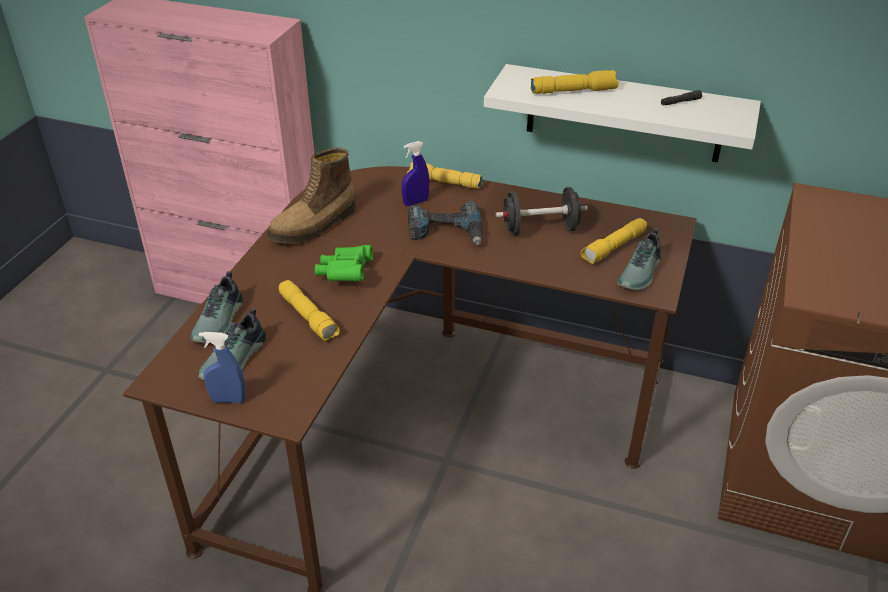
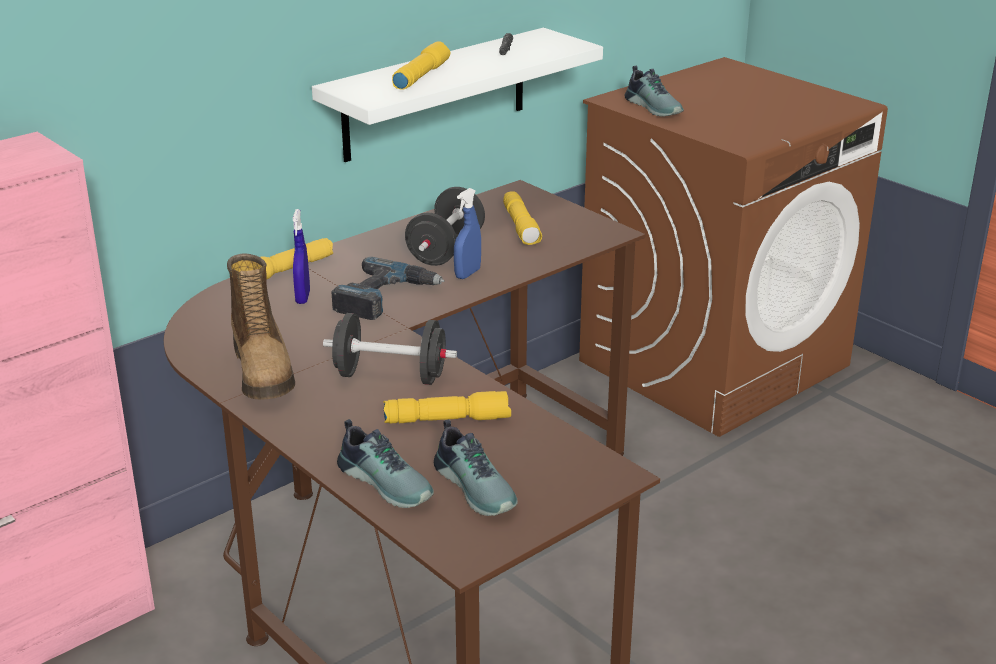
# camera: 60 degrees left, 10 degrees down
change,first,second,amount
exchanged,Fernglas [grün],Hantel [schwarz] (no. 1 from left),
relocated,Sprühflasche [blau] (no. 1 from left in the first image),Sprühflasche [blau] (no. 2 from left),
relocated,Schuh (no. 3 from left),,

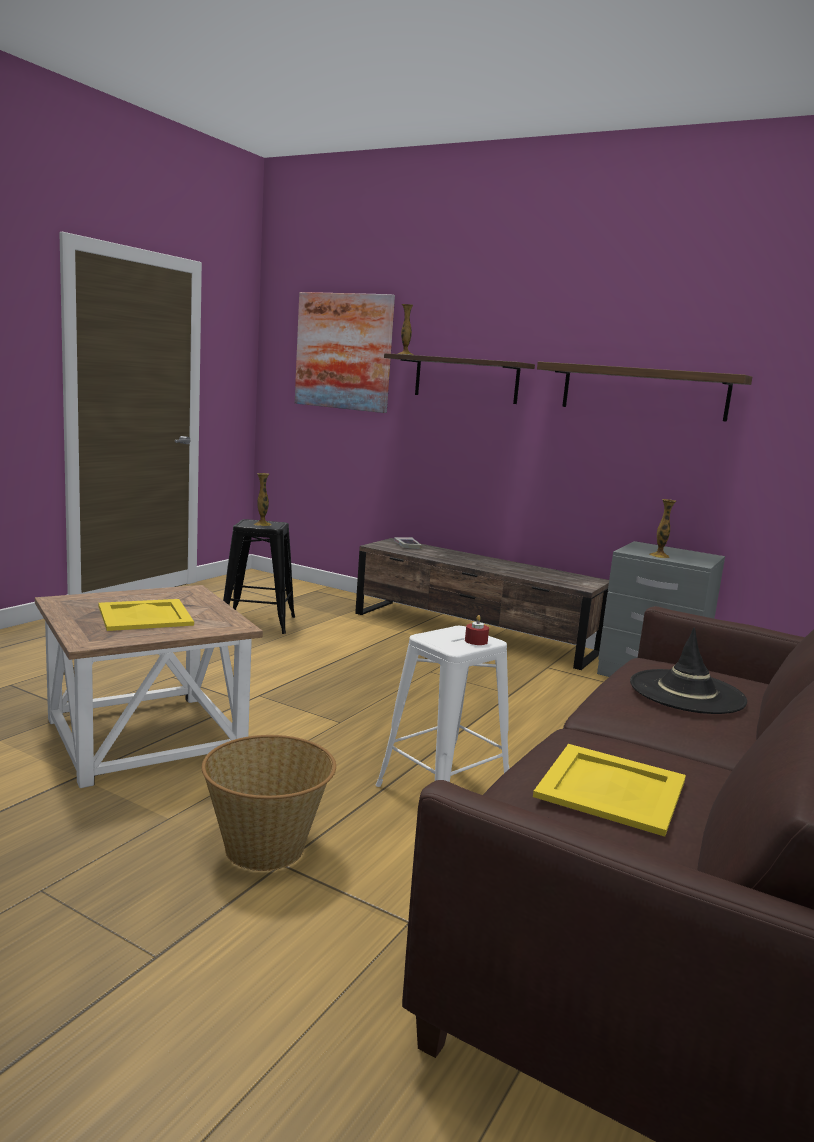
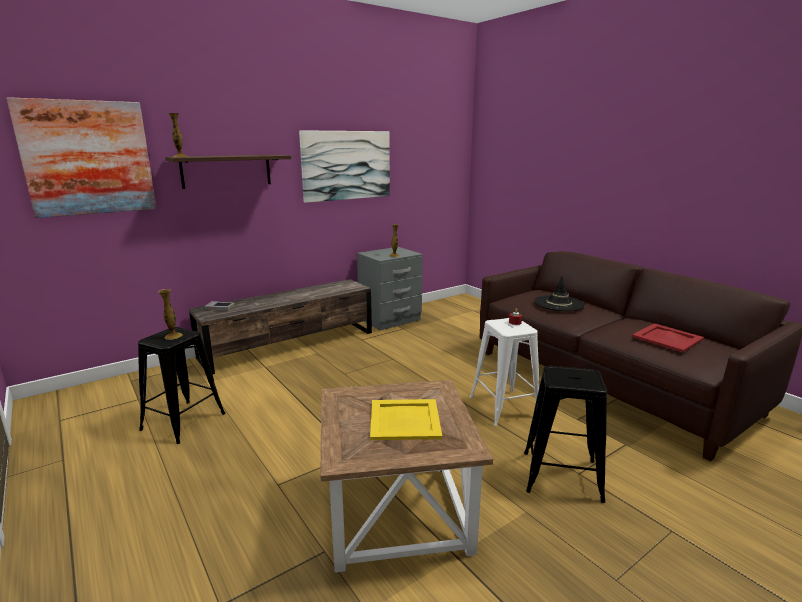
# camera: 65 degrees left, 5 degrees up
change,first,second,amount
exchanged,Wandregal (no. 2 from left),Bild (no. 2 from left),
exchanged,Korb,Hocker [schwarz] (no. 2 from left),
colour,Tablett [gelb] (no. 2 from left),Tablett [rot],

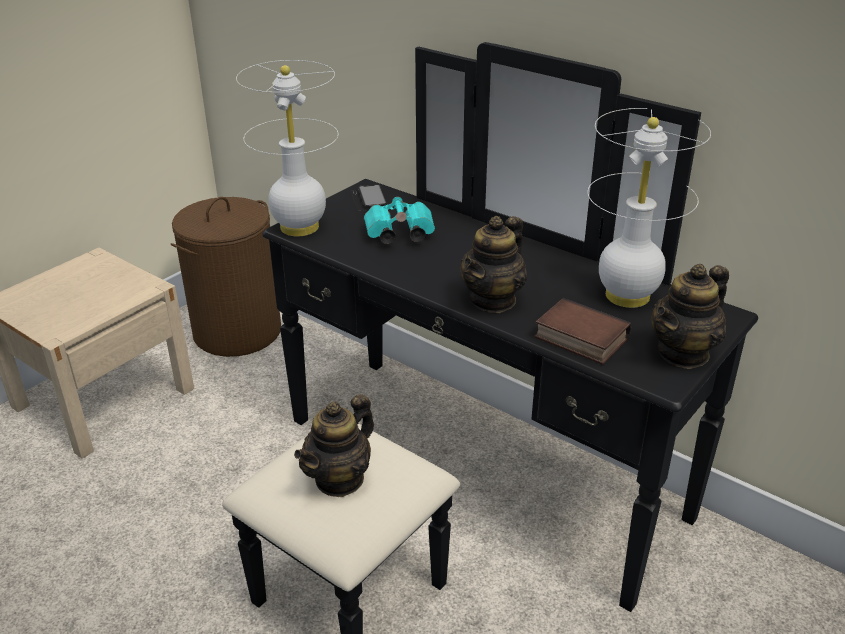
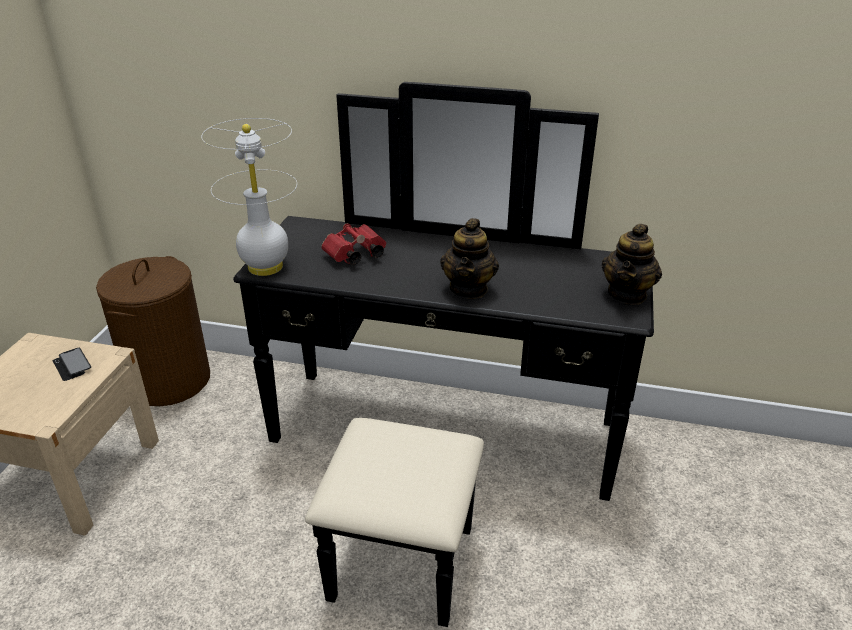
# camera: 25 degrees left, 0 degrees up
change,first,second,amount
relocated,Handy,,
colour,Fernglas [türkis],Fernglas [rot],
missing,Teekanne (no. 1 from left),,
missing,Buch,,
missing,Tischlampe [weiß] (no. 2 from left),,

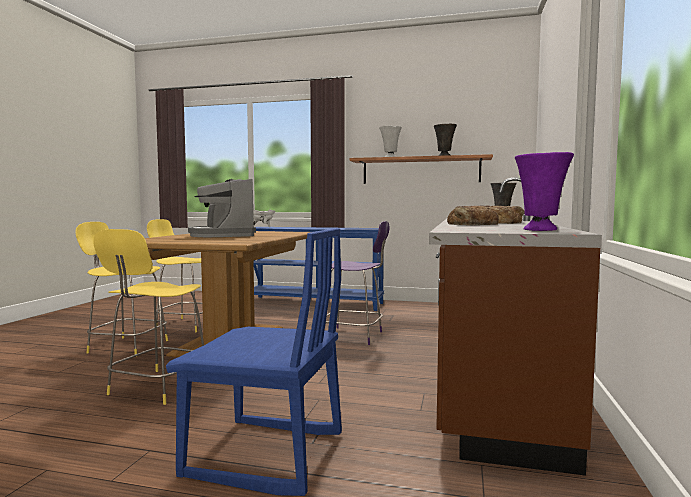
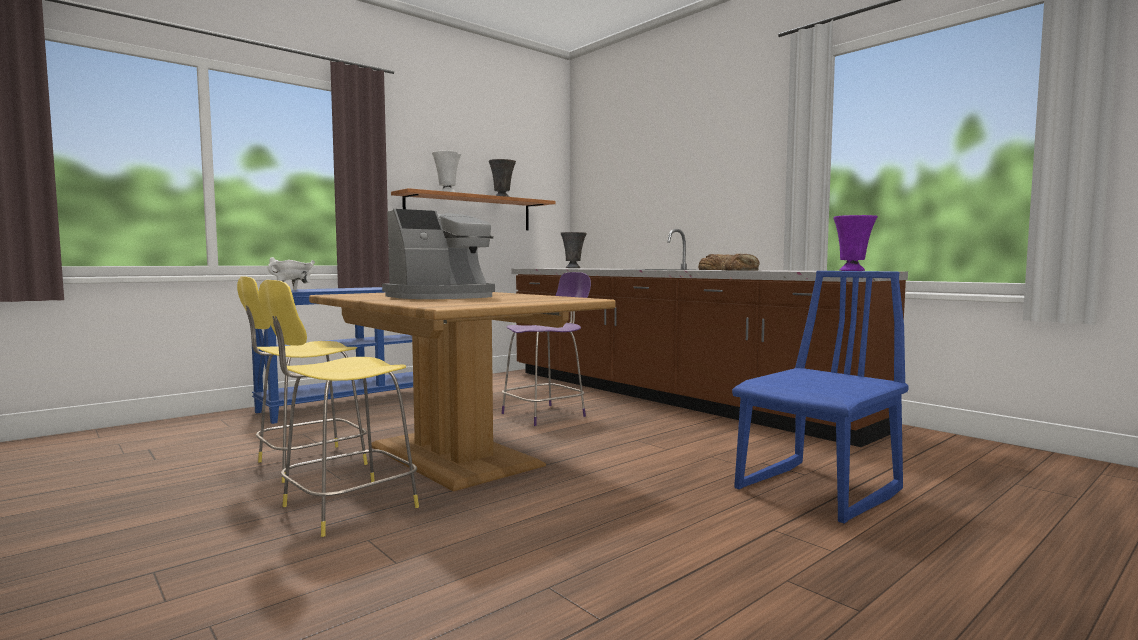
# camera: 55 degrees left, 0 degrees up
change,first,second,amount
spun,Kaffeemaschine,,45 degrees counterclockwise
missing,Hocker [gelb] (no. 2 from left),,

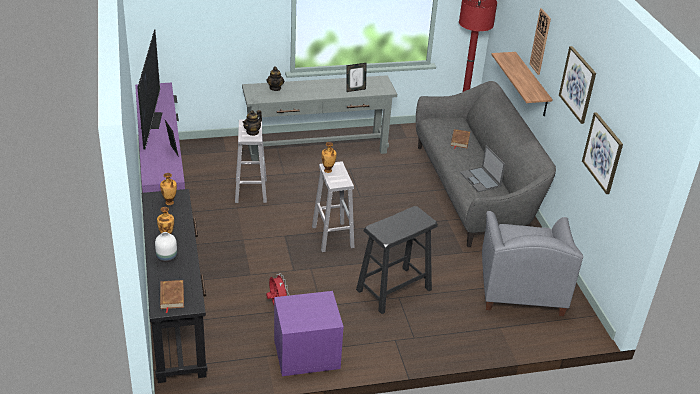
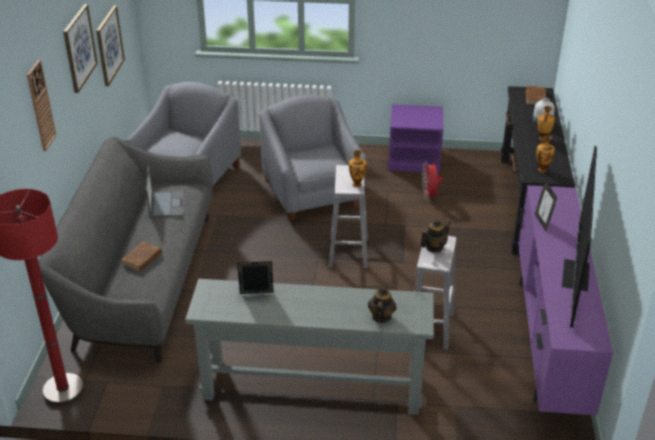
# camera: 160 degrees left, 0 degrees up
change,first,second,amount
exchanged,Hocker [schwarz],Sessel [grau] (no. 2 from left),
missing,Wandregal,,

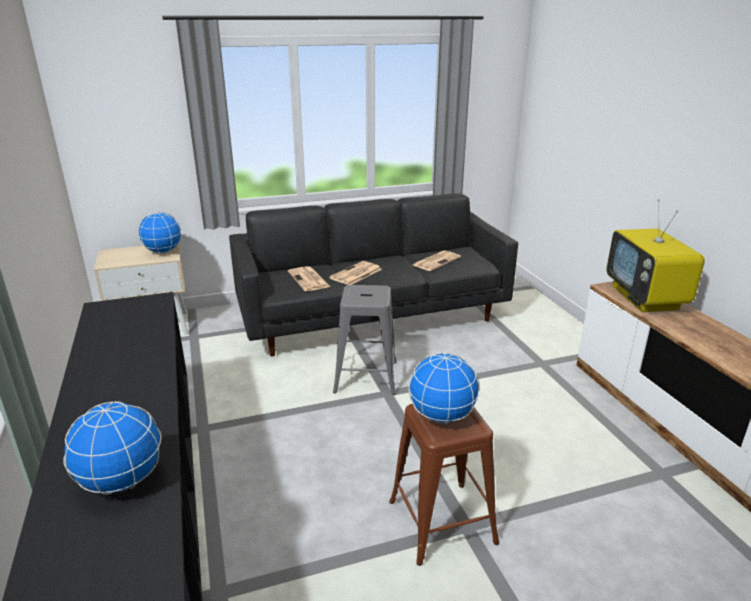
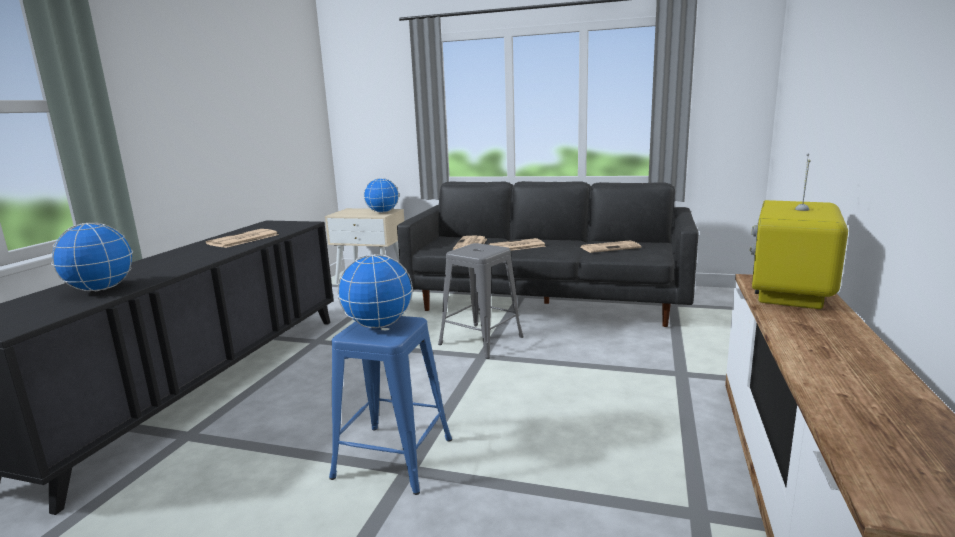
# camera: 35 degrees right, 10 degrees down
change,first,second,amount
appeared,,Zeitung (no. 1 from left),
colour,Hocker [braun],Hocker [blau],

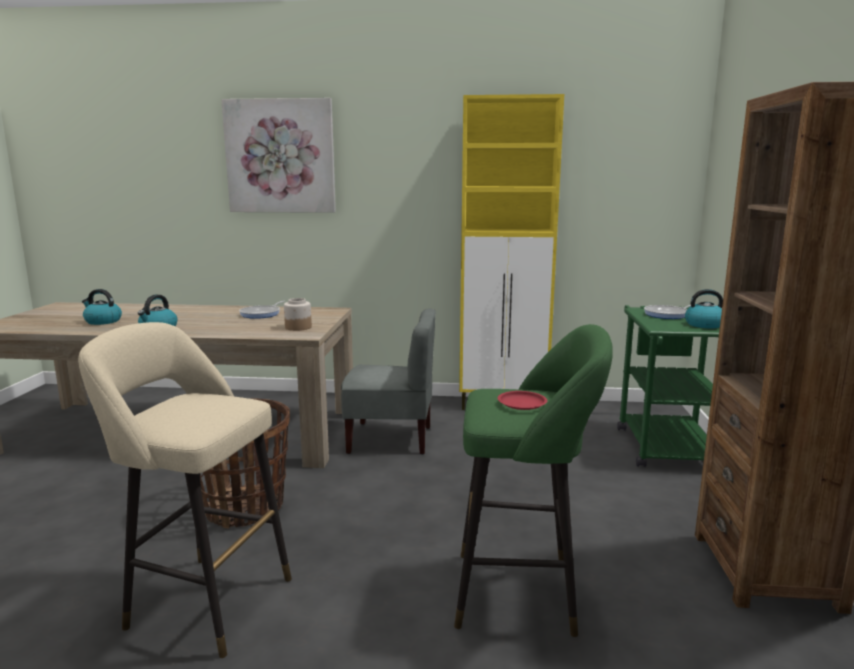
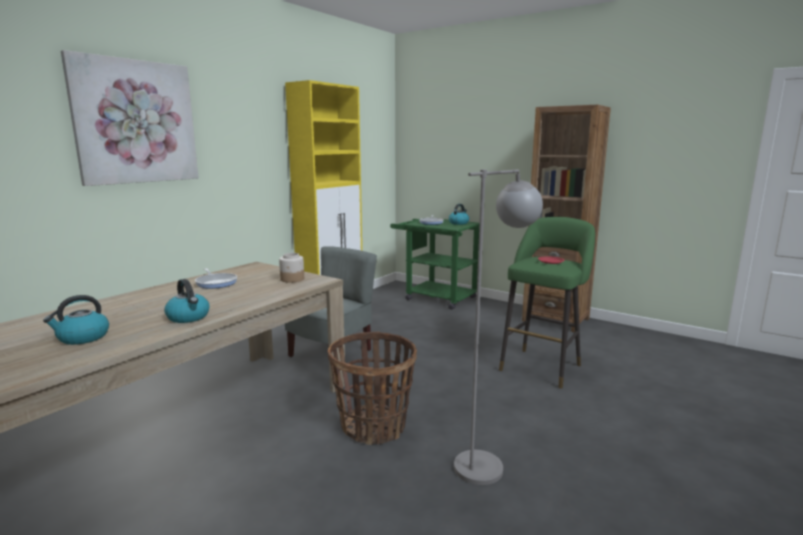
# camera: 60 degrees left, 0 degrees up
change,first,second,amount
exchanged,Hocker [beige],Stehlampe [grau],

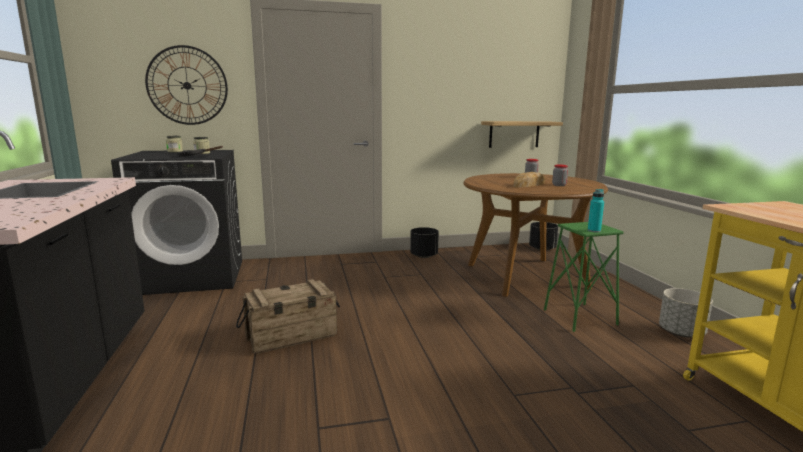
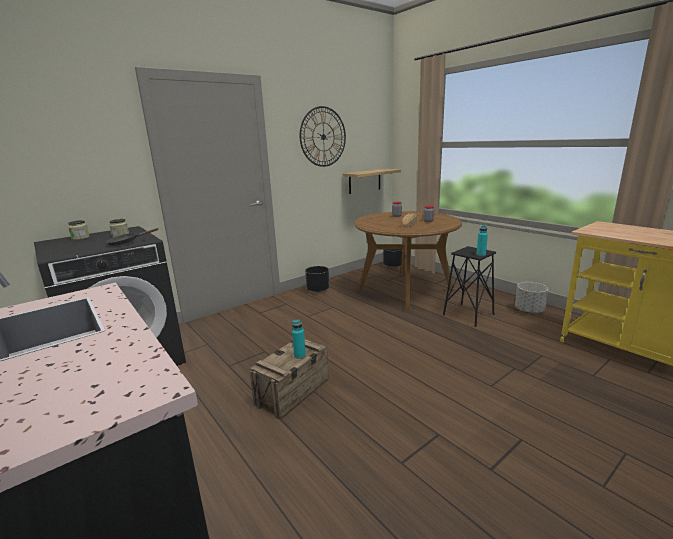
# camera: 25 degrees left, 5 degrees up
change,first,second,amount
appeared,,Flasche [türkis] (no. 1 from left),
relocated,Wanduhr,,
colour,Hocker [grün],Hocker [schwarz],

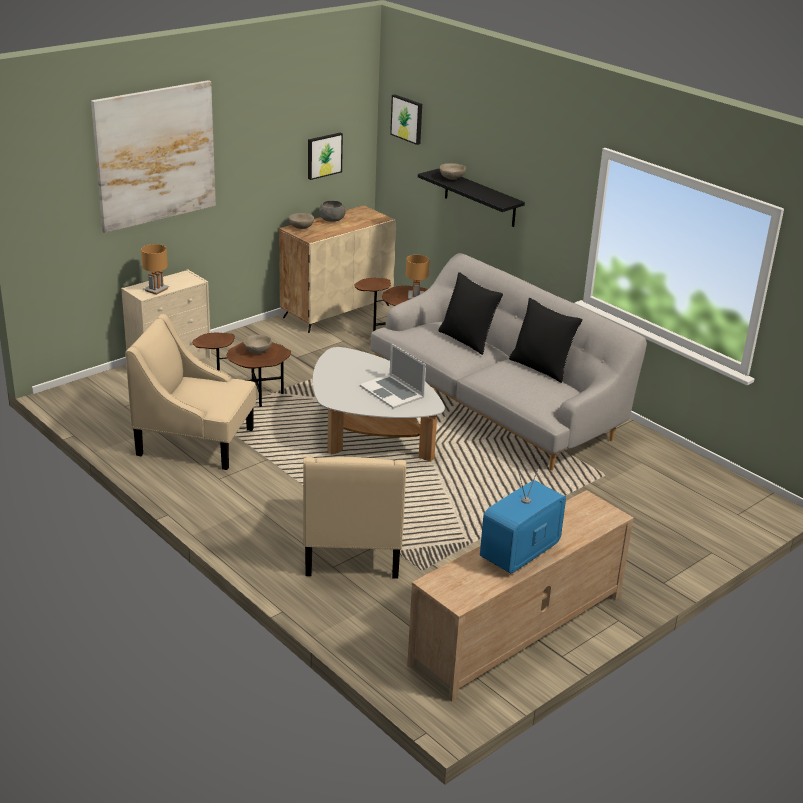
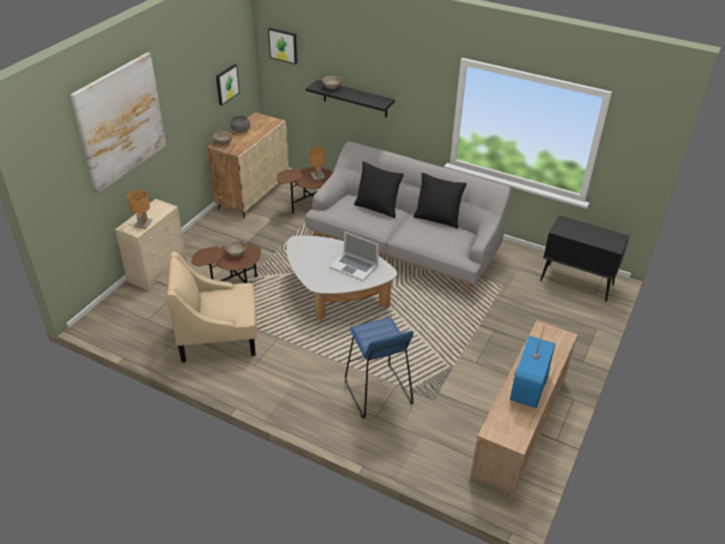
# camera: 20 degrees left, 10 degrees up
change,first,second,amount
exchanged,Sessel [beige] (no. 2 from left),Hocker [blau],
appeared,,Schrank [schwarz],

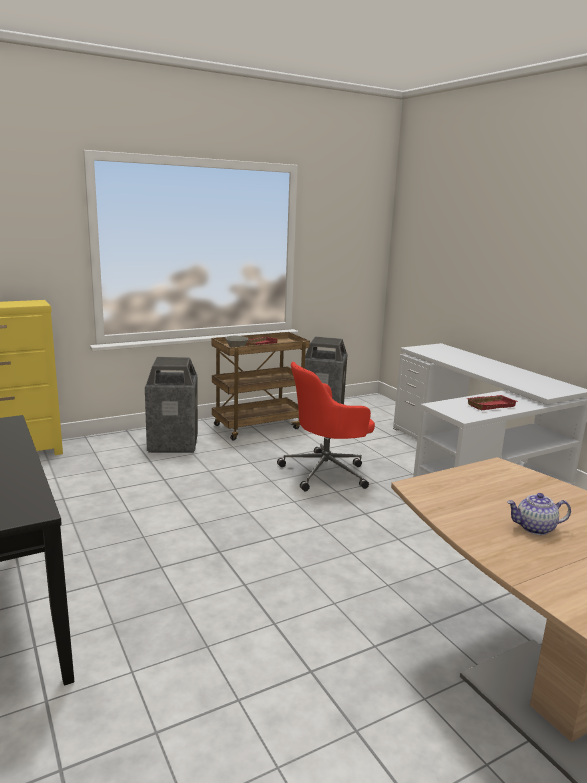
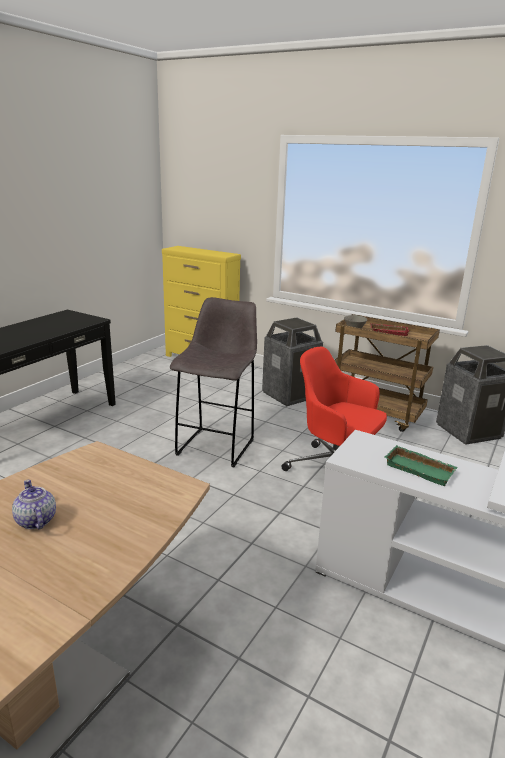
# camera: 60 degrees right, 5 degrees up
change,first,second,amount
appeared,,Hocker [grau],
colour,Tablett [rot] (no. 2 from left),Tablett [grün],

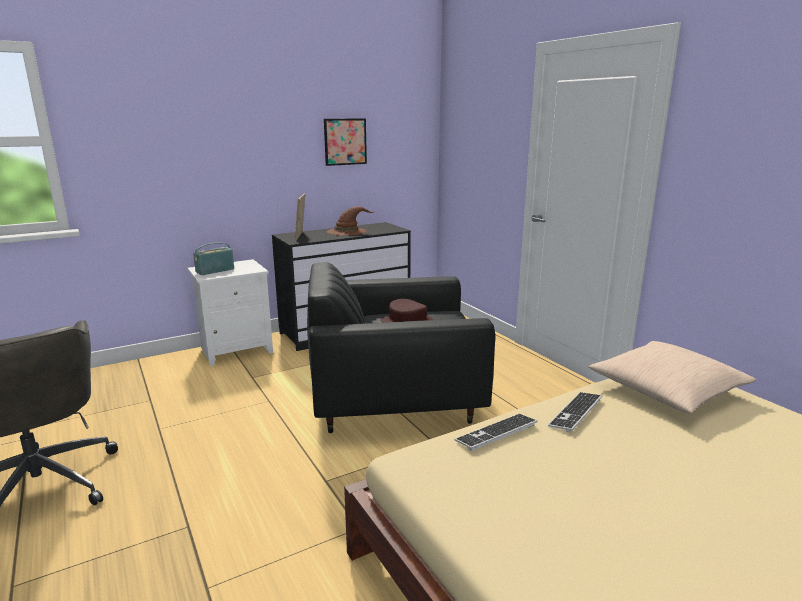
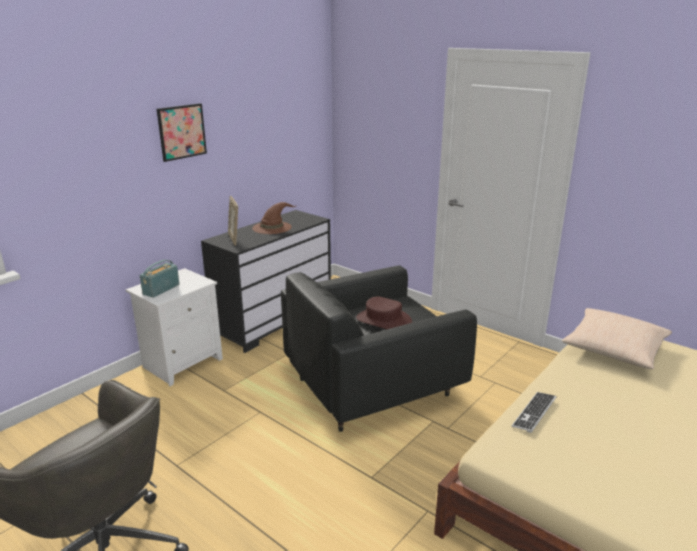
# camera: 20 degrees left, 5 degrees up
change,first,second,amount
relocated,Bild,,
missing,Tastatur (no. 2 from left),,

